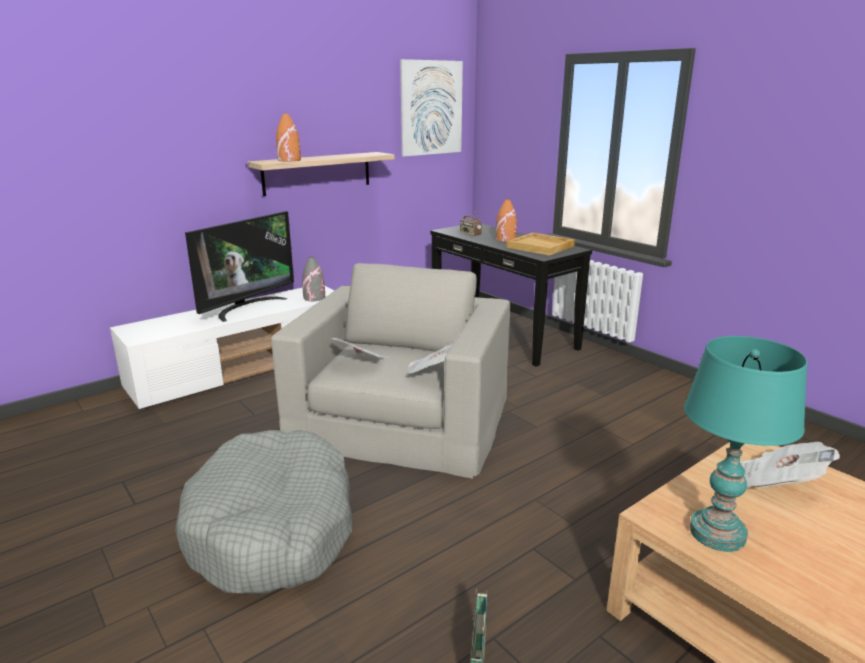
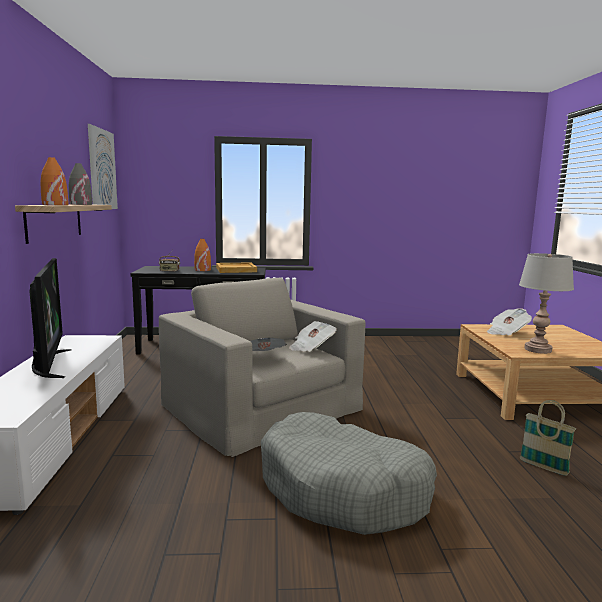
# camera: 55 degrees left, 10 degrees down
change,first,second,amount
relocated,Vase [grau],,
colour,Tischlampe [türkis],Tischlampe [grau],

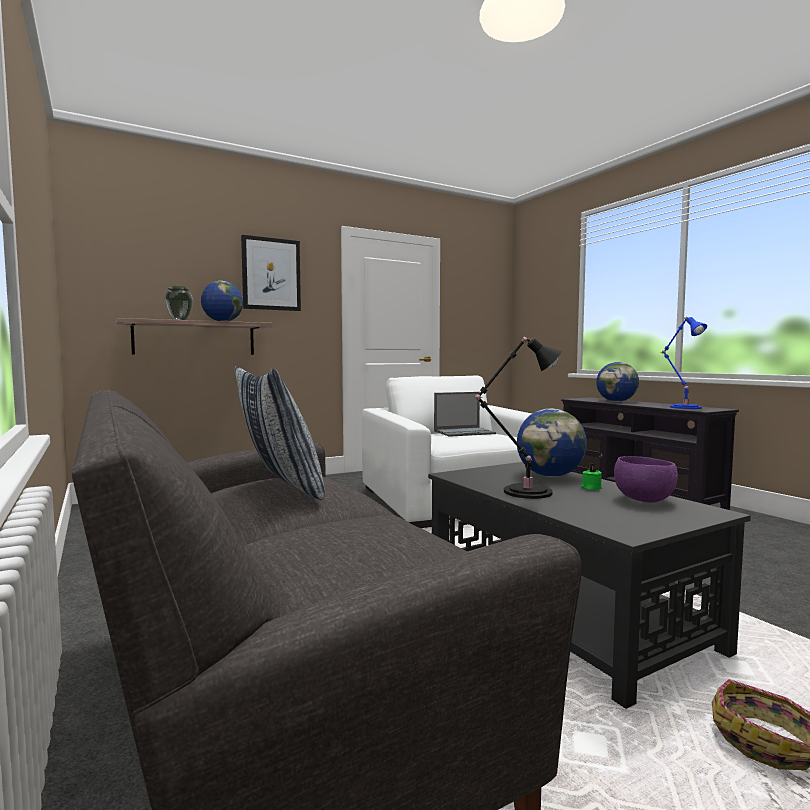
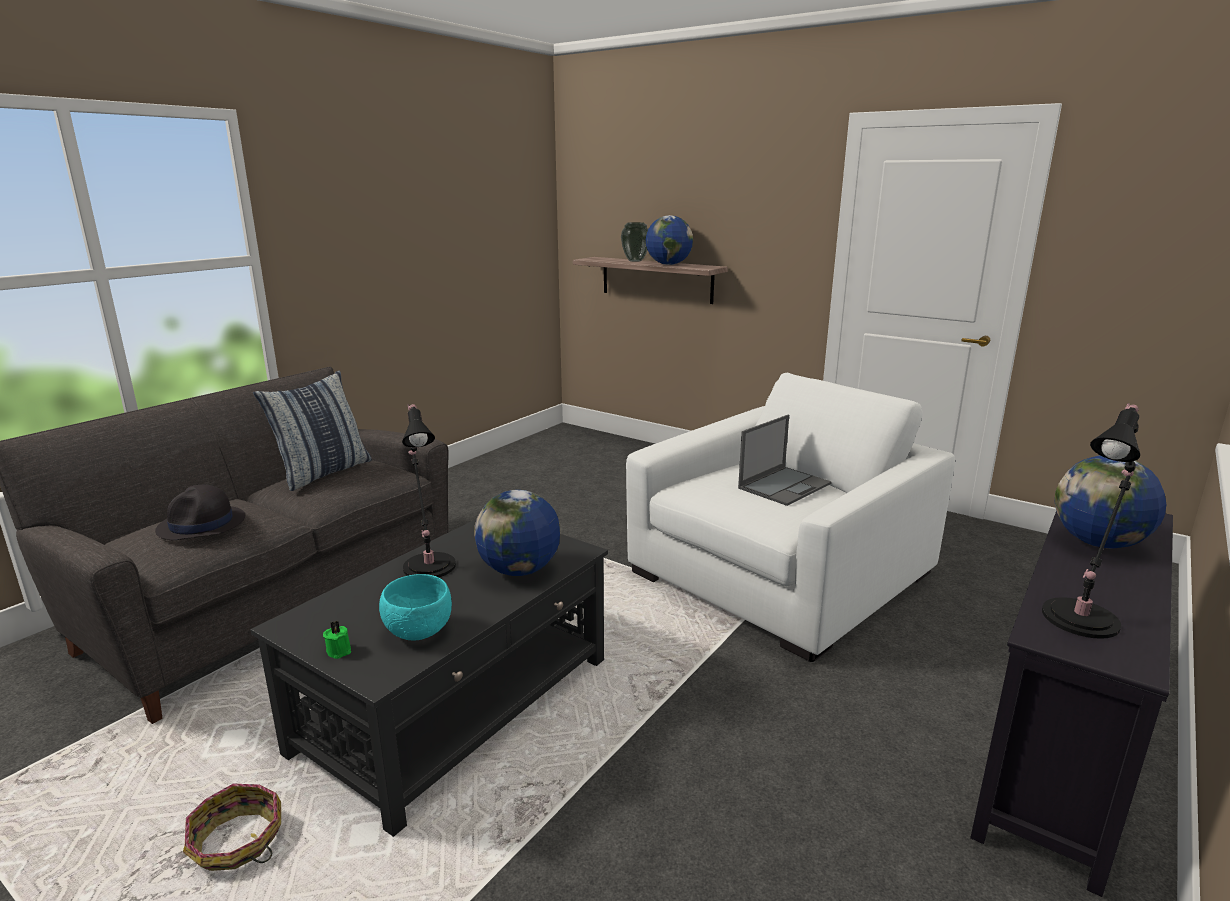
# camera: 65 degrees right, 15 degrees up
change,first,second,amount
appeared,,Hut [schwarz],
relocated,Kerze [grün],,
colour,Schüssel [lila],Schüssel [türkis],
spun,Laptop,,90 degrees counterclockwise
colour,Tischlampe [blau],Tischlampe [schwarz] (no. 2 from left),
missing,Bild,,

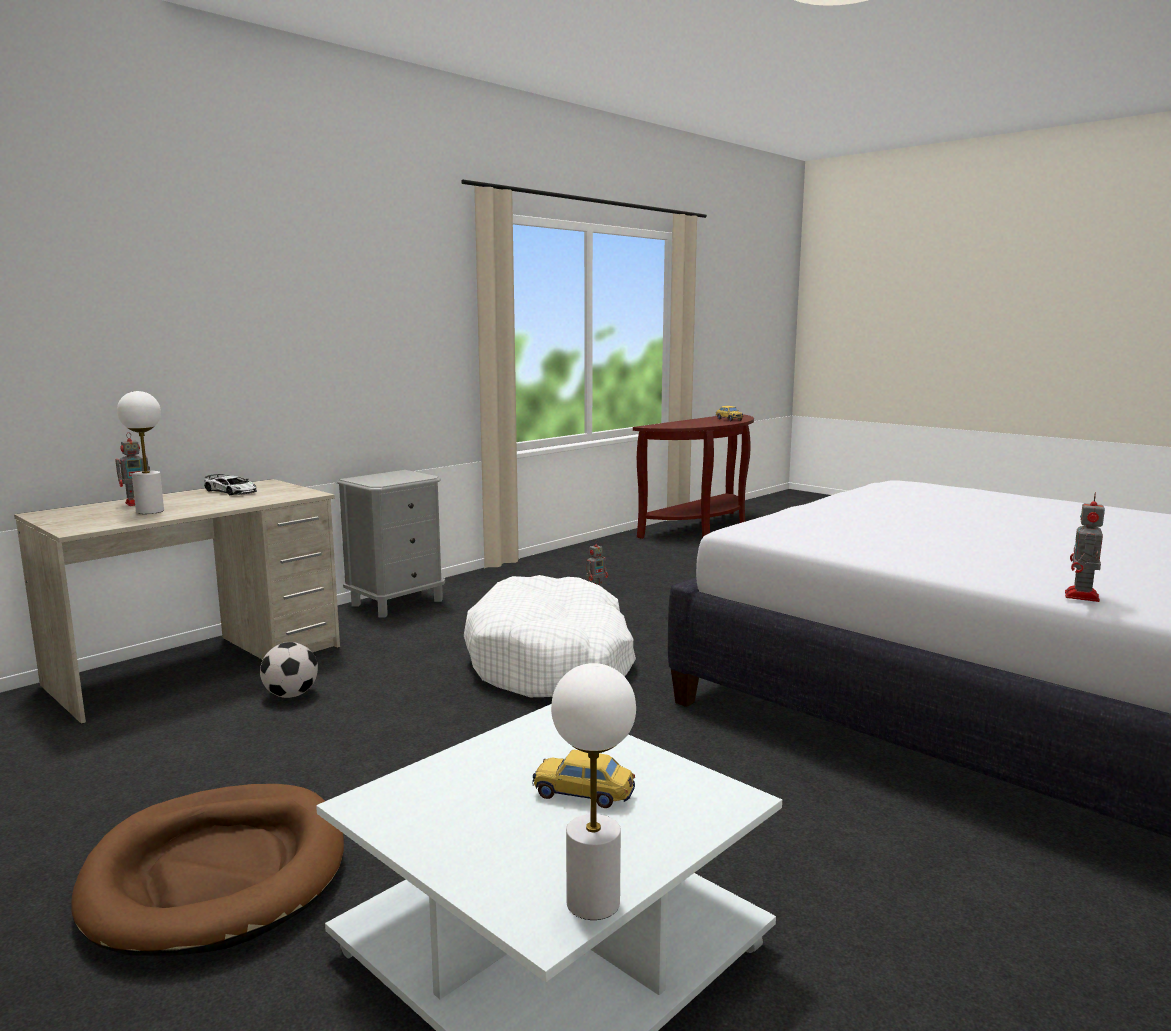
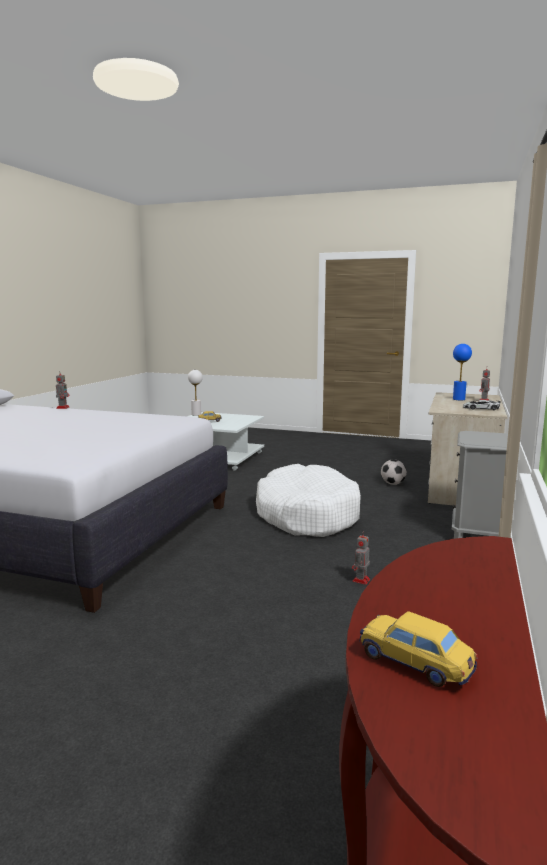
# camera: 155 degrees right, 0 degrees up
change,first,second,amount
colour,Tischlampe [weiß] (no. 1 from left),Tischlampe [blau],
missing,Hundebett [braun],,

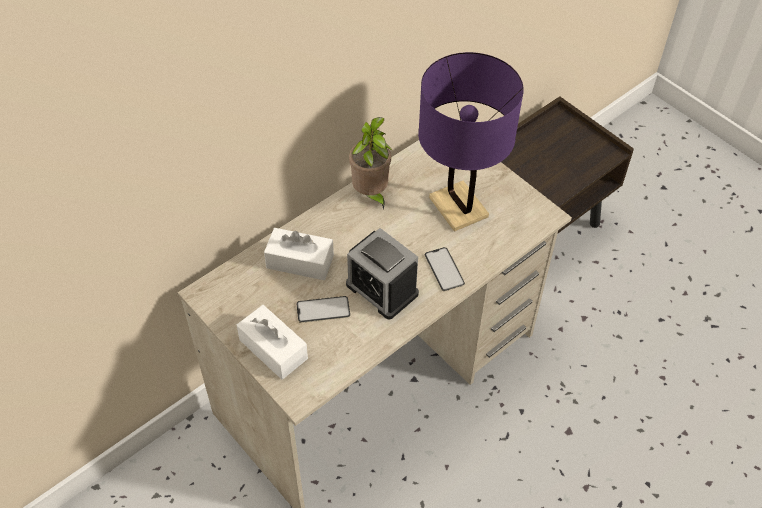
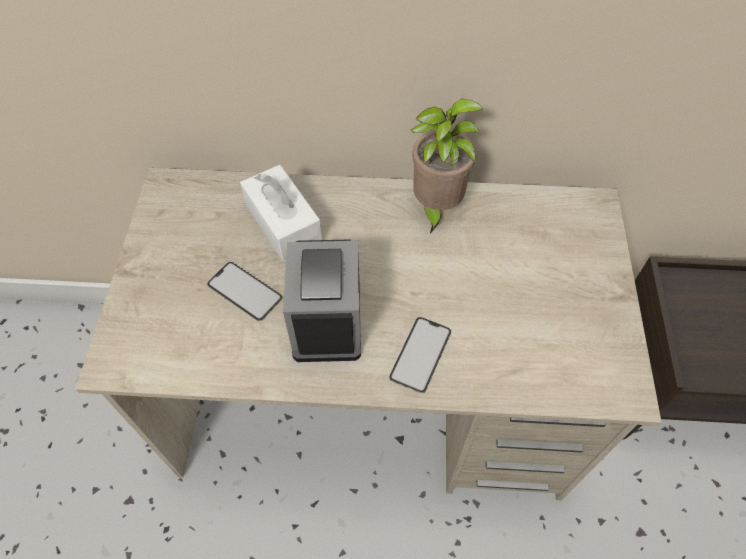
# camera: 45 degrees right, 5 degrees up
change,first,second,amount
missing,Taschentuchbox [weiß] (no. 1 from left),,
missing,Tischlampe [lila],,

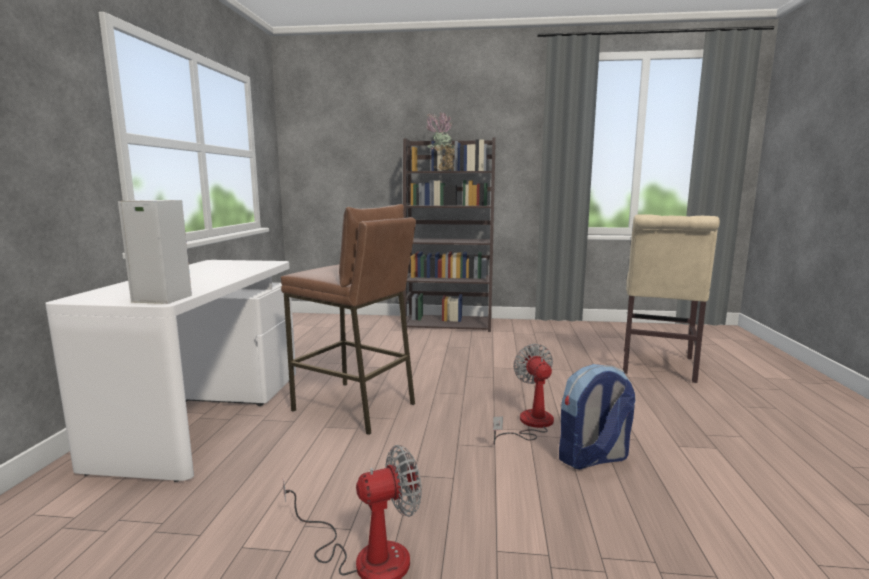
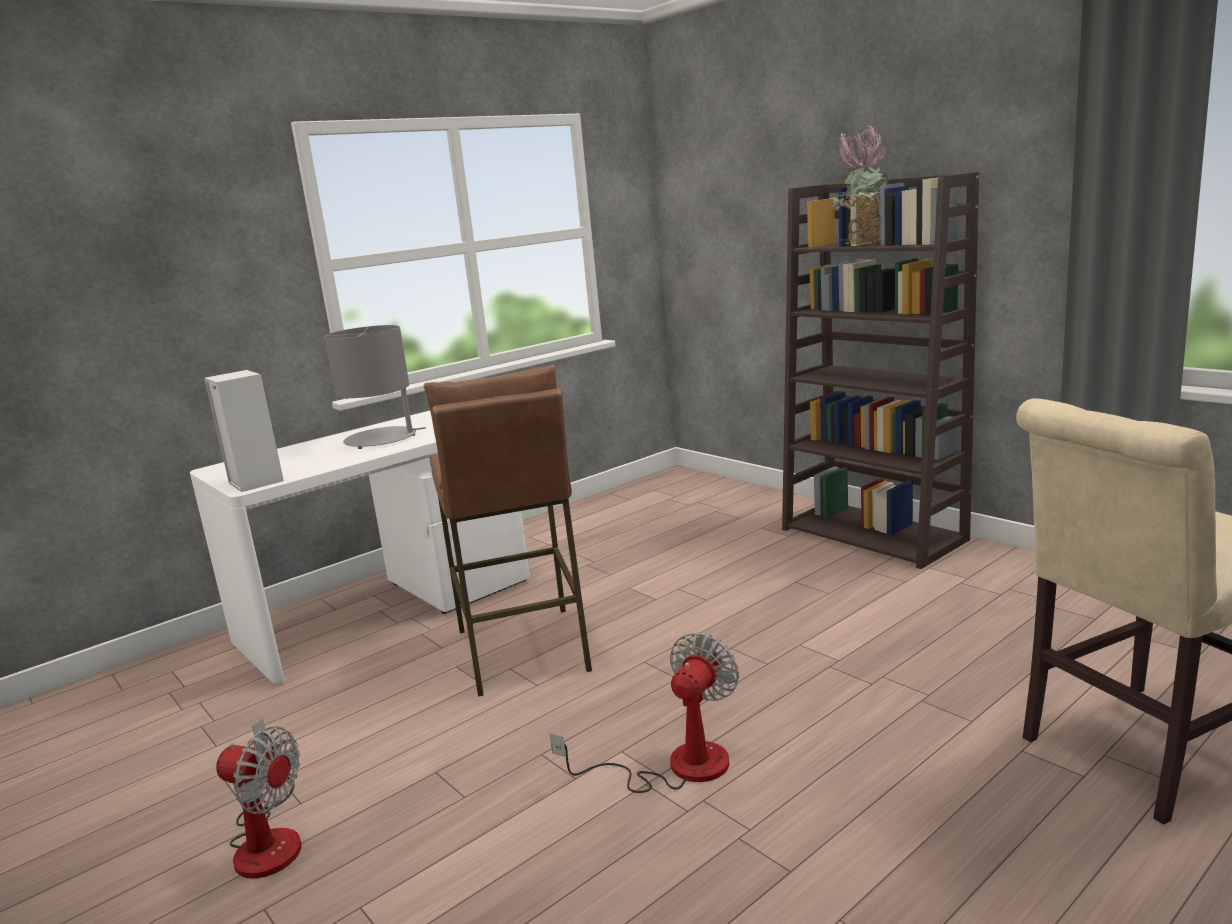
# camera: 45 degrees right, 5 degrees up
change,first,second,amount
appeared,,Tischlampe [grau],
missing,Rucksack,,

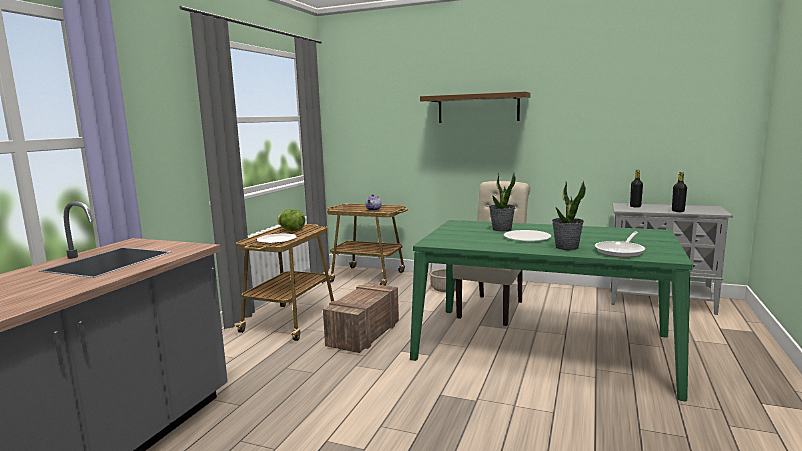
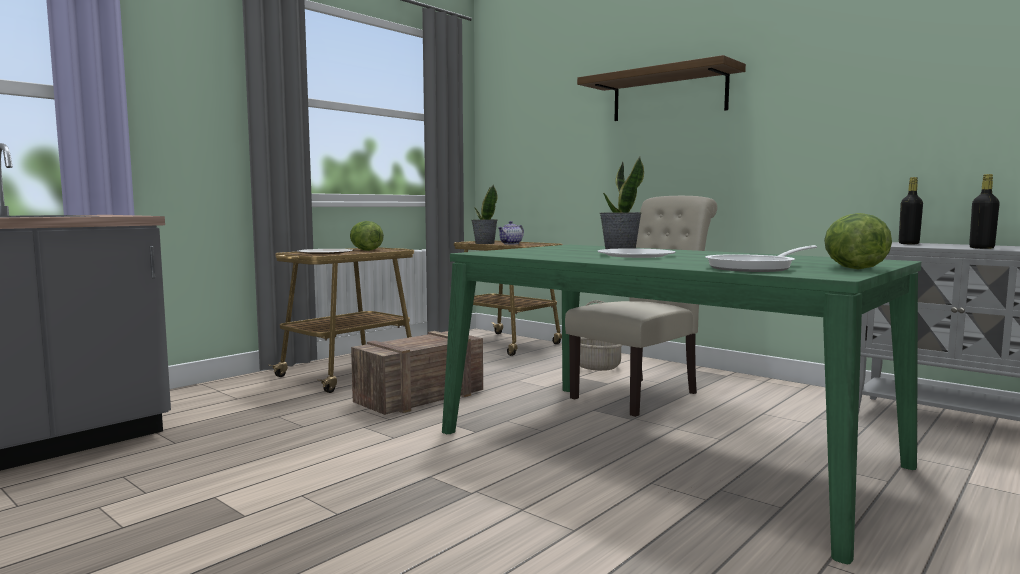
# camera: 20 degrees right, 5 degrees down
change,first,second,amount
relocated,Topfpflanze (no. 2 from left in the first image),Topfpflanze (no. 1 from left),
appeared,,Salatkopf (no. 2 from left),

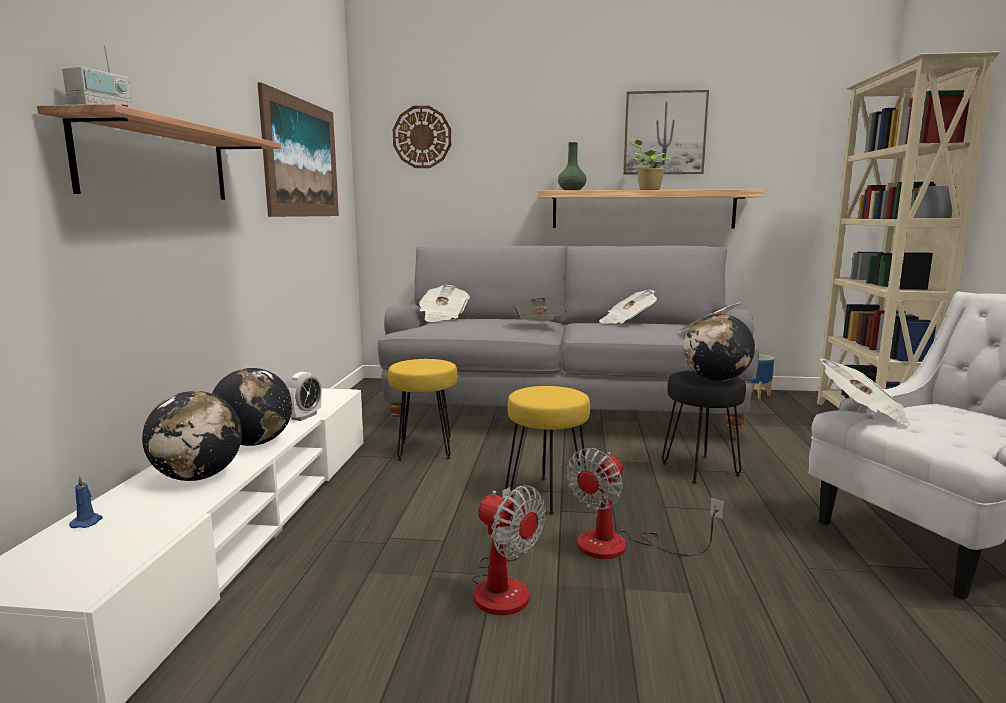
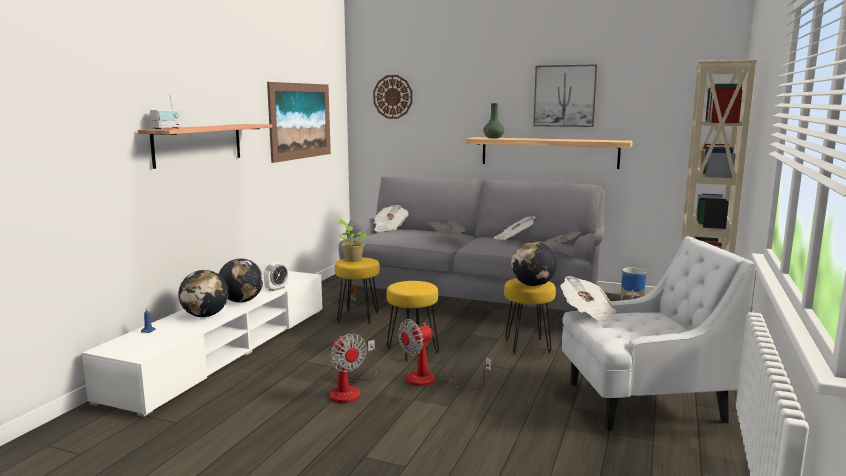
# camera: 15 degrees right, 0 degrees up
change,first,second,amount
relocated,Topfpflanze,,
colour,Hocker [schwarz],Hocker [gelb] (no. 3 from left),

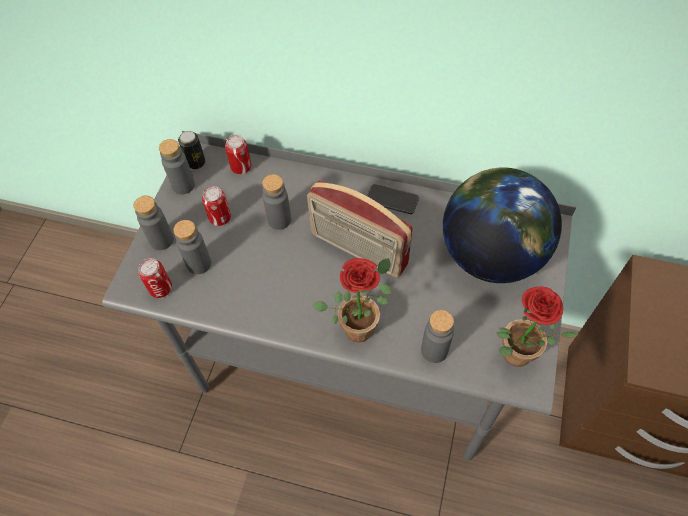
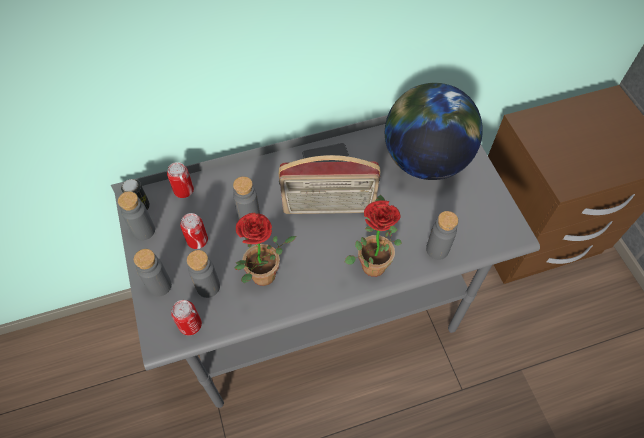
# camera: 35 degrees left, 0 degrees up
change,first,second,amount
relocated,Topfpflanze (no. 2 from left in the first image),Topfpflanze (no. 1 from left),

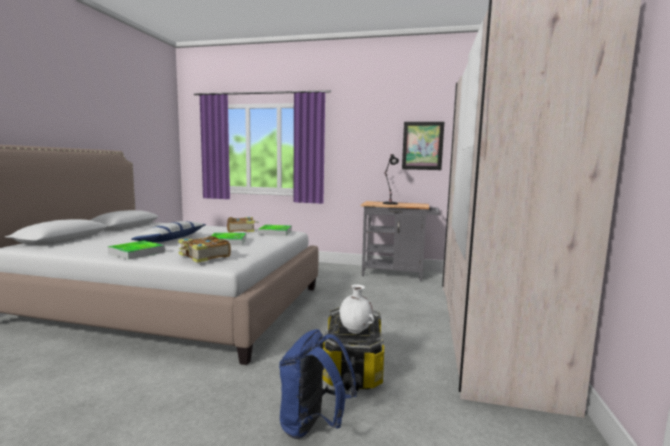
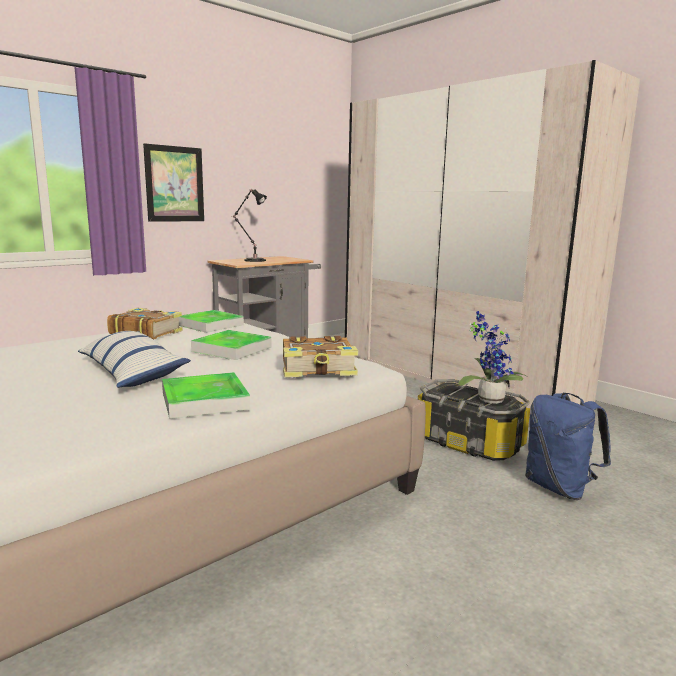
# camera: 55 degrees left, 5 degrees up
change,first,second,amount
relocated,Bild,,
exchanged,Vase [weiß],Topfpflanze,

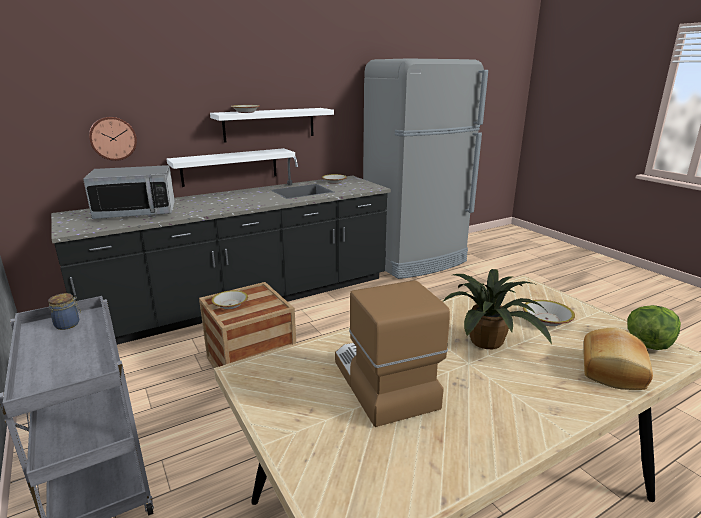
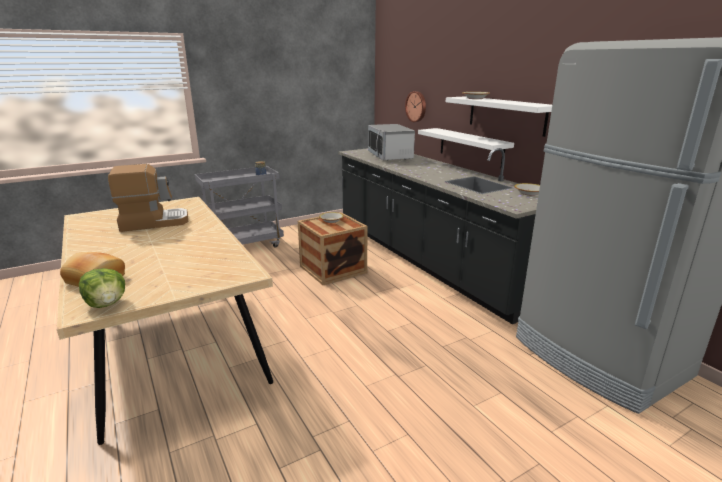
# camera: 90 degrees right, 0 degrees up
change,first,second,amount
missing,Topfpflanze,,
missing,Schüssel (no. 4 from left),,

